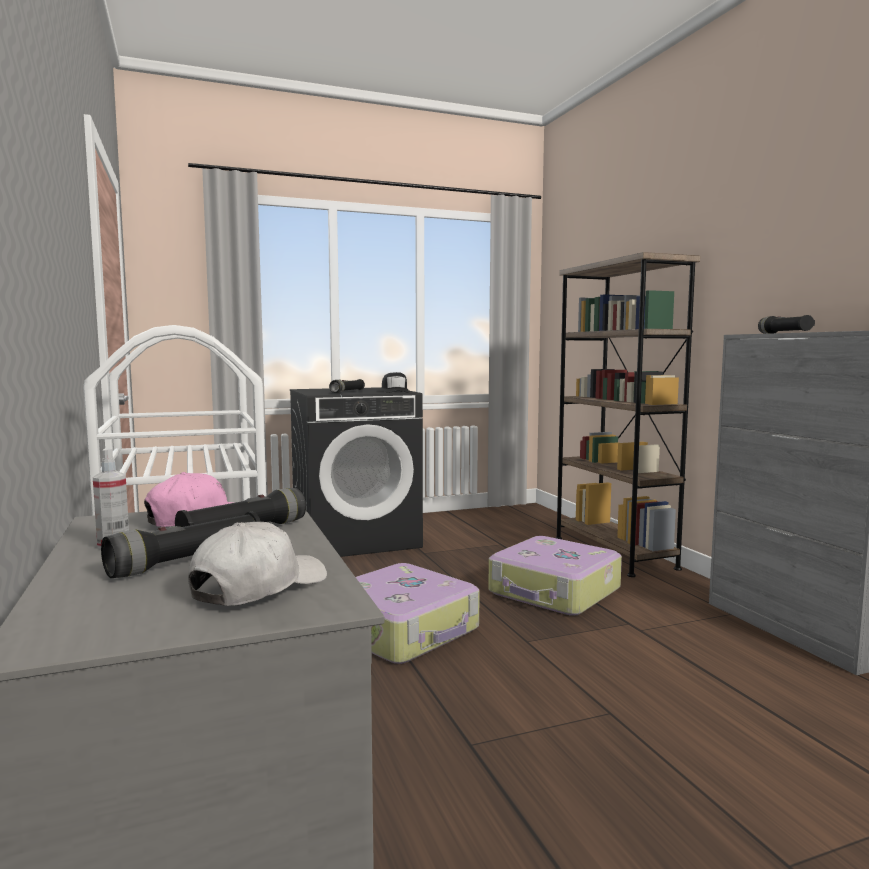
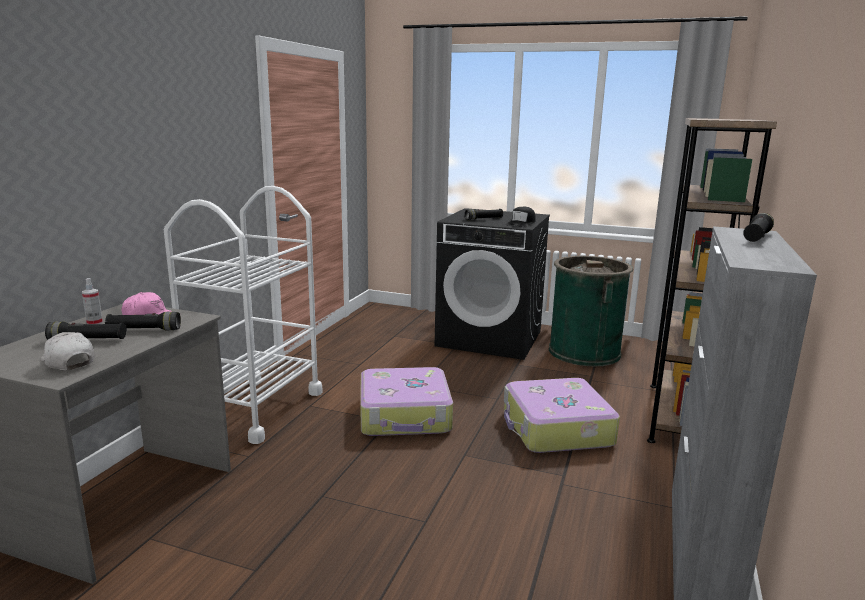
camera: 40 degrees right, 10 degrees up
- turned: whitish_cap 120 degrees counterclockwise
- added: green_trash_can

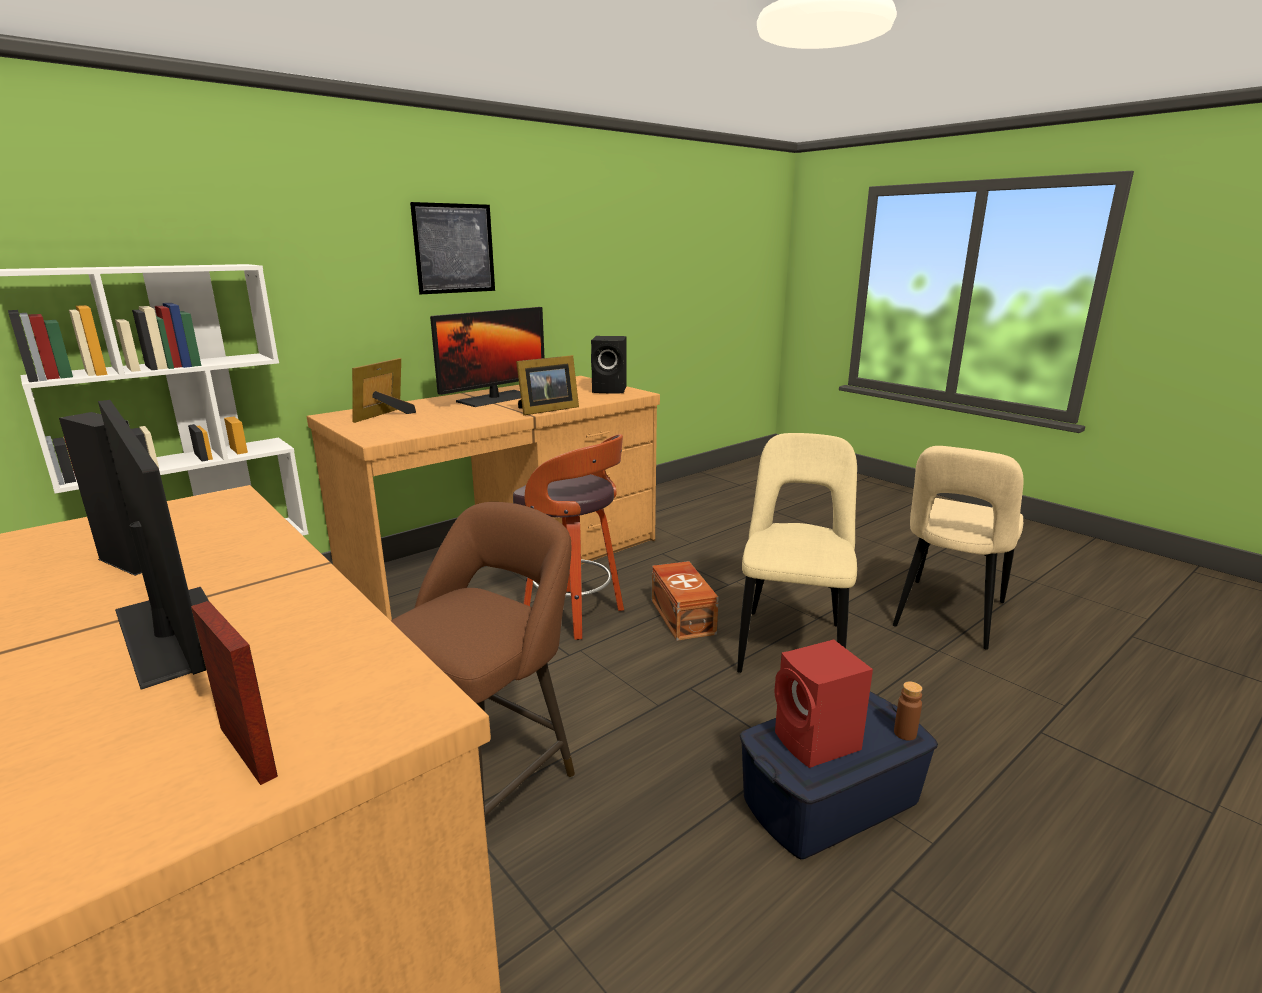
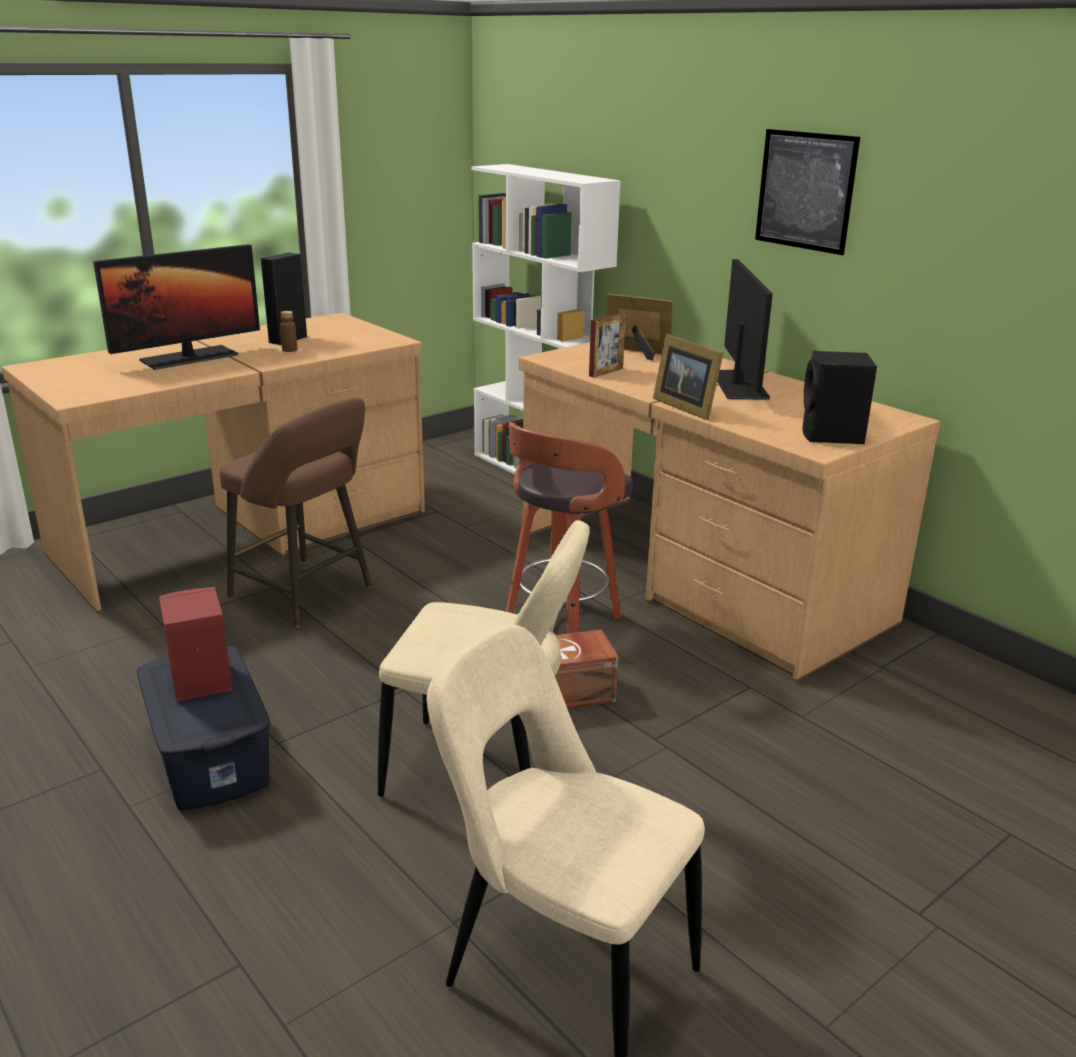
camera: 90 degrees right, 5 degrees up
- turned: computer_screen (2nd from left) 135 degrees counterclockwise
- moved: standing_frame (1st from left)
- moved: brown_bottle

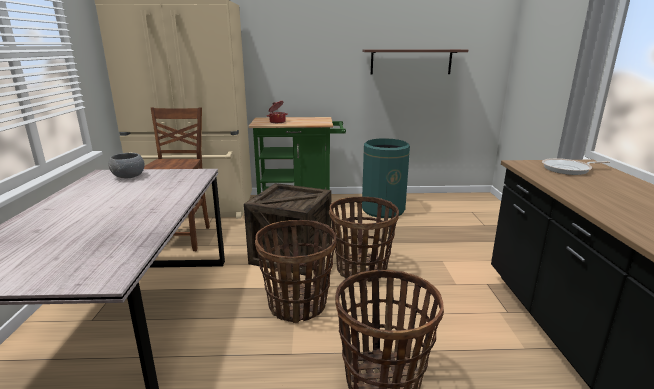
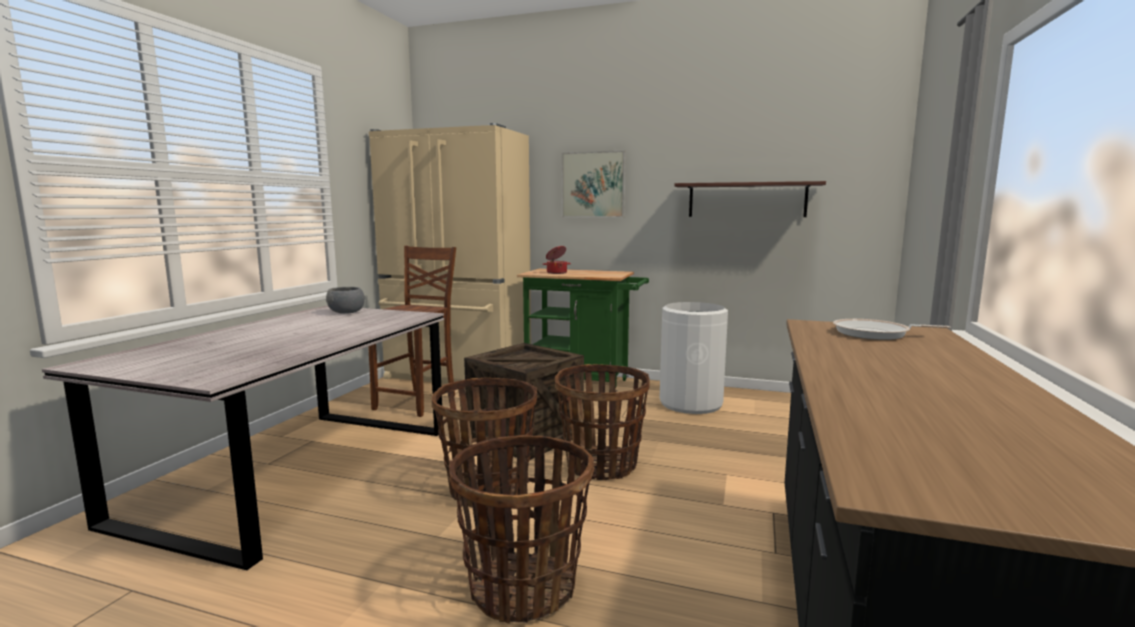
camera: 20 degrees right, 10 degrees down
- recoloured: green_trash_can to whitish_trash_can
- added: wall_picture

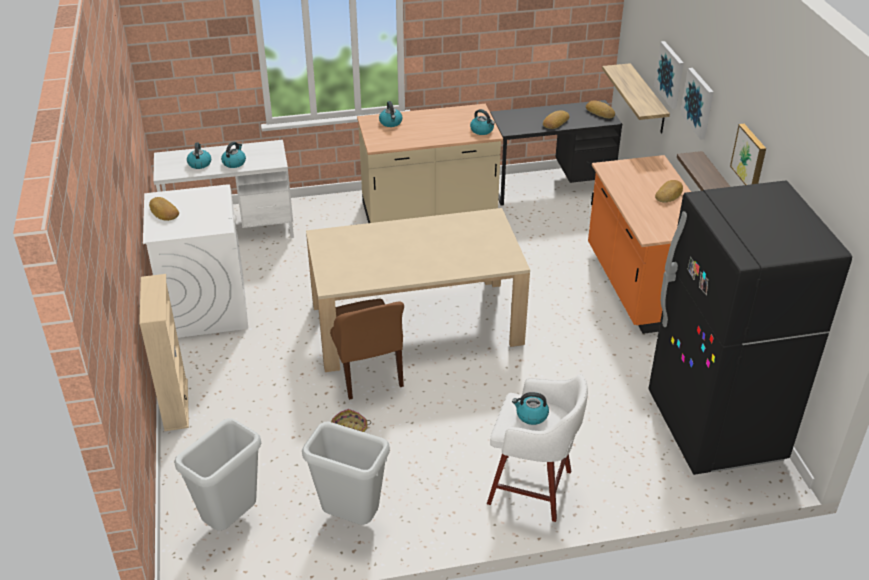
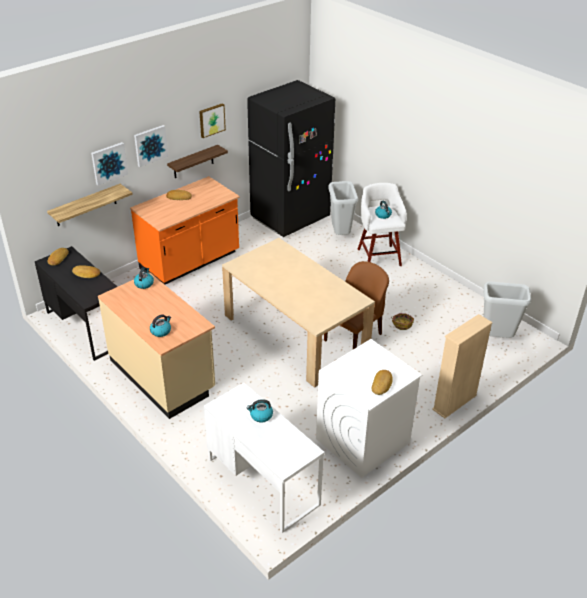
camera: 120 degrees left, 0 degrees up
- removed: kettle (1st from left)
- moved: grey_trash_can (2nd from left in the first image) to grey_trash_can (1st from left)

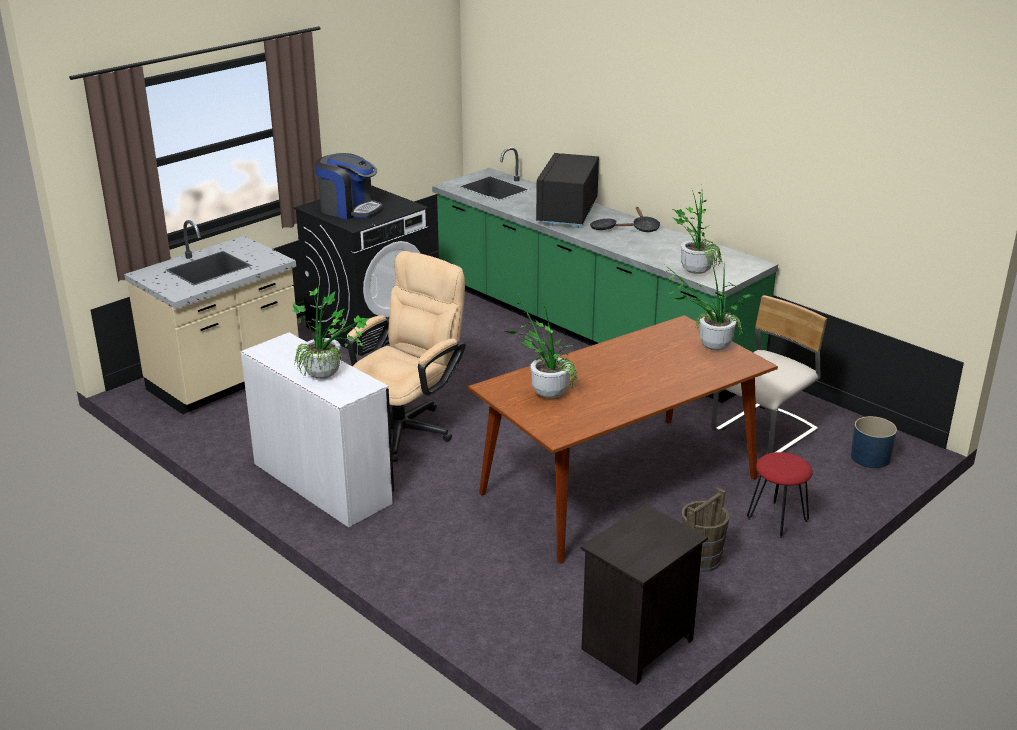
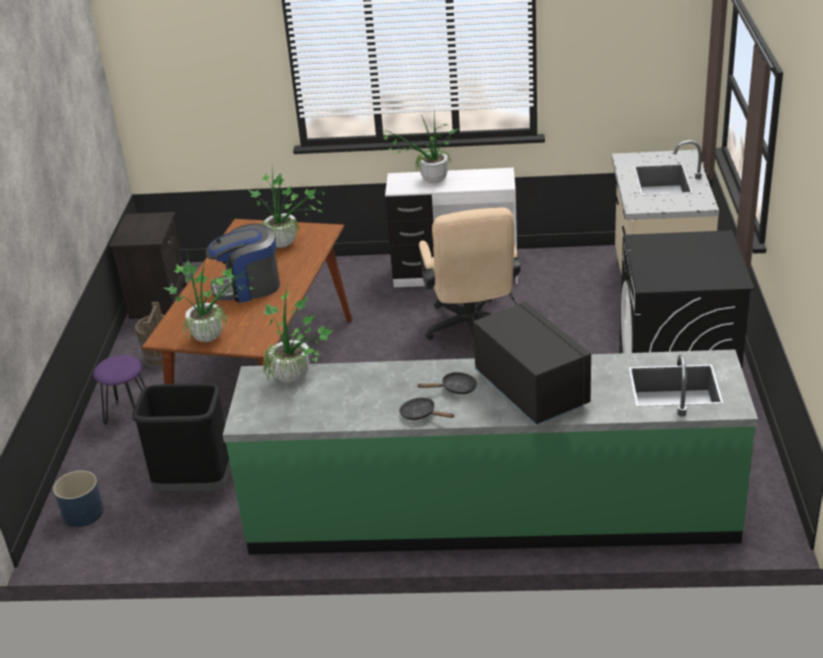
camera: 140 degrees right, 5 degrees up
- moved: coffee_maker
- replaced: sand-coloured_plain_chair to black_trash_can
- recoloured: reddish_stool to purple-coloured_stool

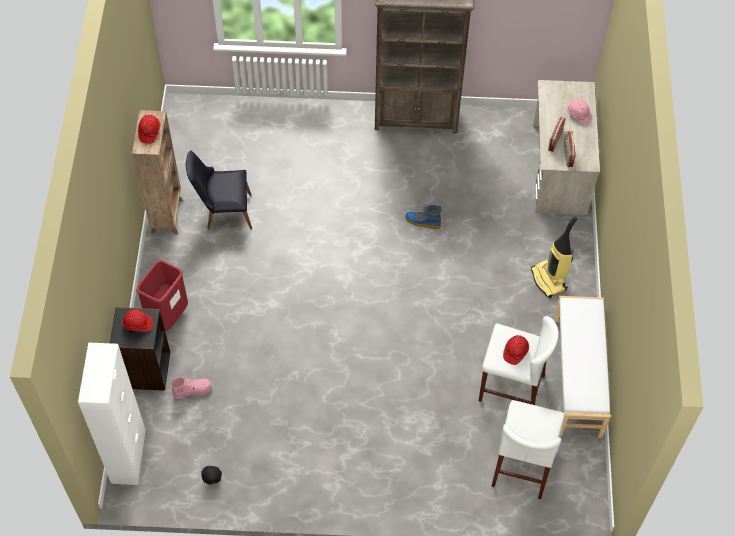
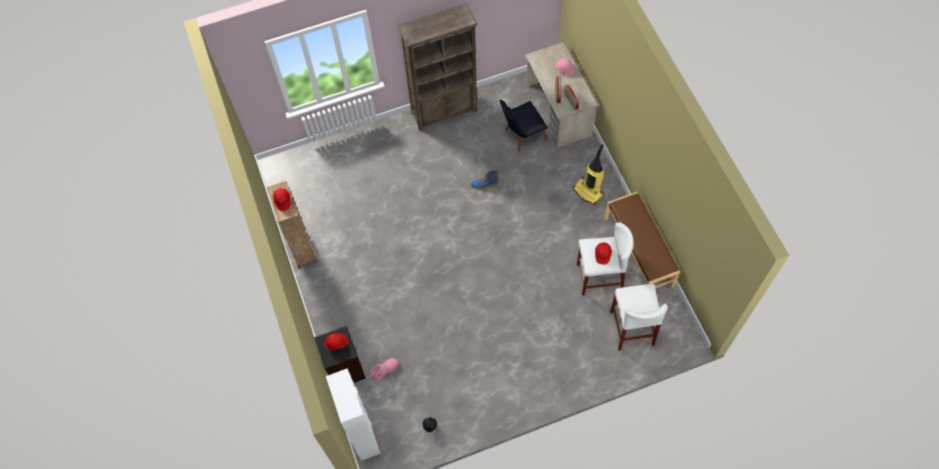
camera: 20 degrees left, 5 degrees up
- moved: black_plain_chair
- removed: reddish_trash_can
- recoloured: whitish_indoor_bench to brown_indoor_bench

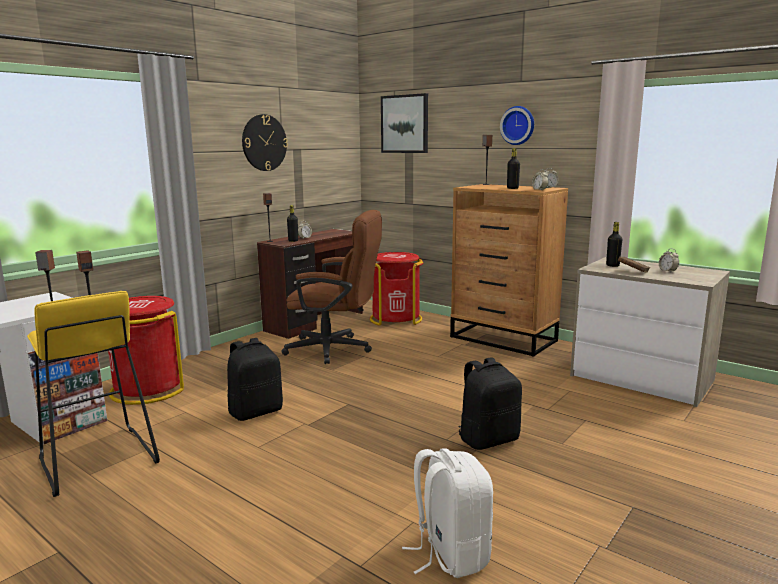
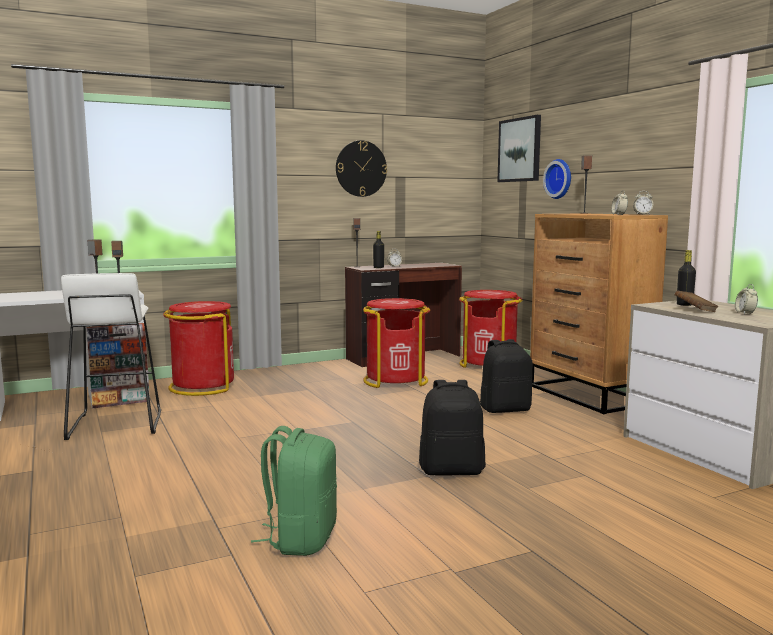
camera: 25 degrees right, 5 degrees down
- moved: clock_on_the_wall (2nd from left)
- removed: black_bottle (2nd from left)
- replaced: brown_computer_chair to reddish_trash_can (2nd from left)
- recoloured: yellow_stool to whitish_stool
- moved: black_rucksack (1st from left in the first image) to black_rucksack (2nd from left)
- recoloured: whitish_rucksack to green_rucksack

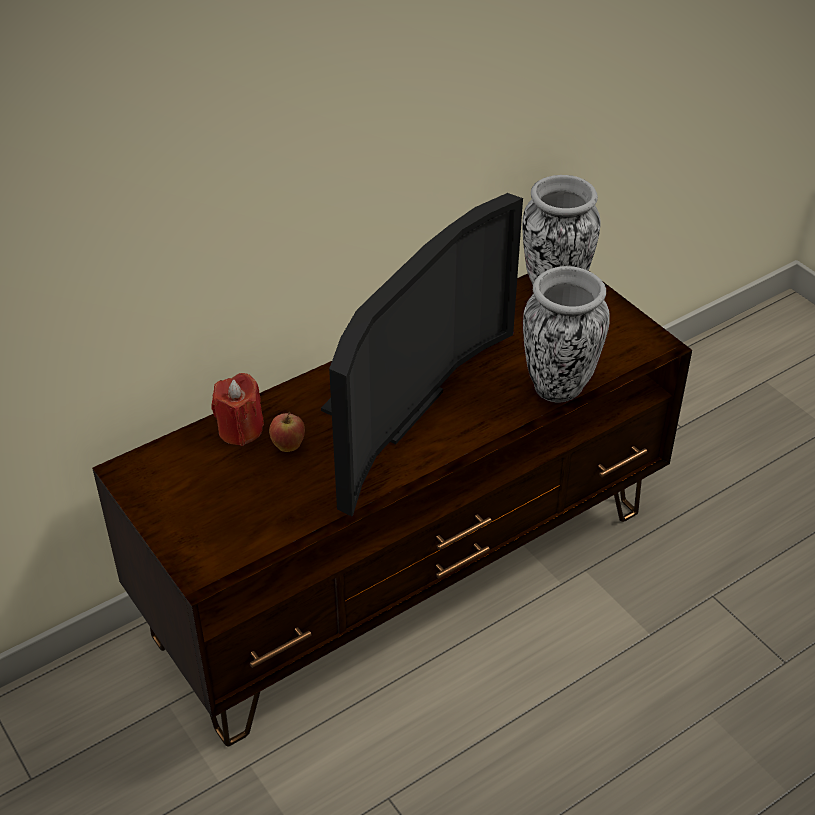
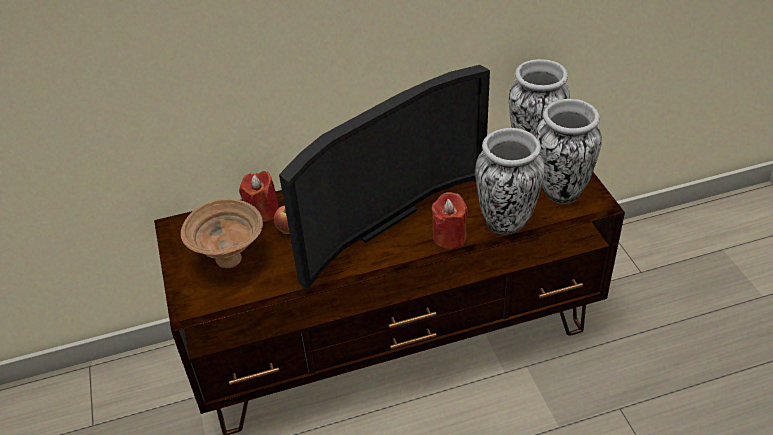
camera: 20 degrees right, 0 degrees up
- added: flower_vase (3rd from left)
- added: reddish_wax_light (2nd from left)
- added: brown_serving_bowl

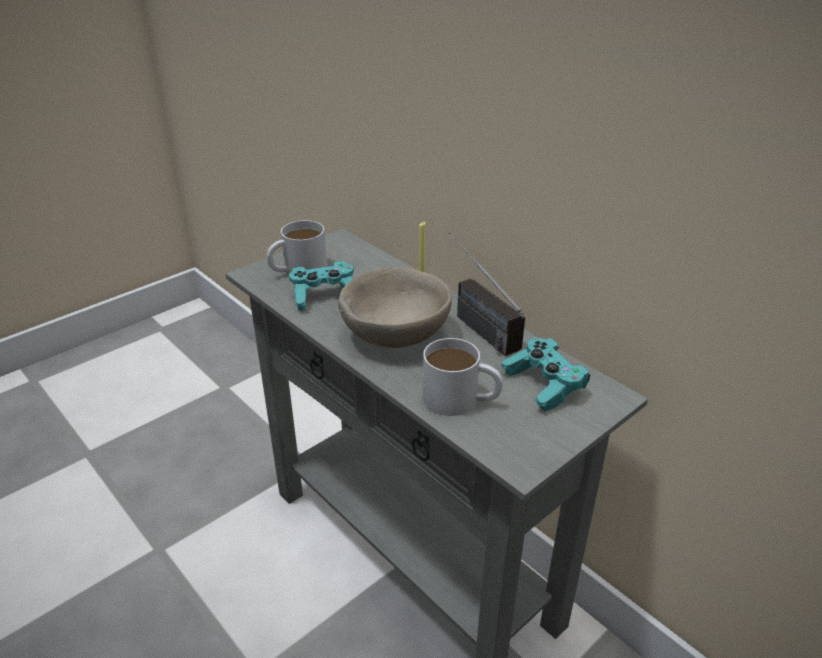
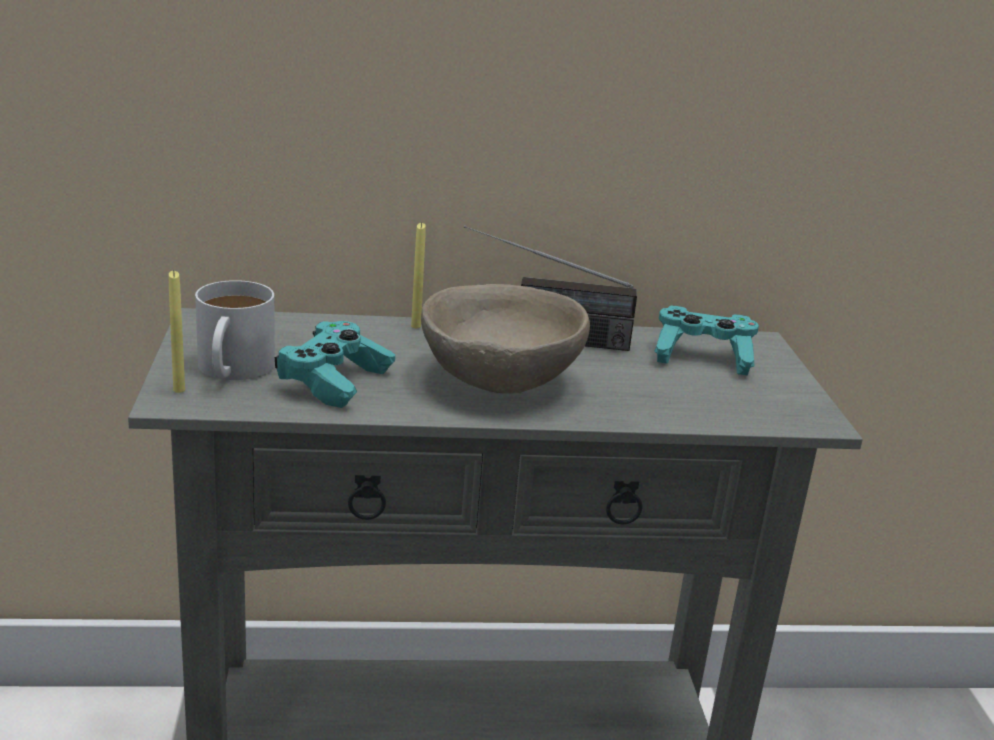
camera: 55 degrees left, 10 degrees down
- removed: whitish_mug (2nd from left)
- added: yellow_wax_light (1st from left)

